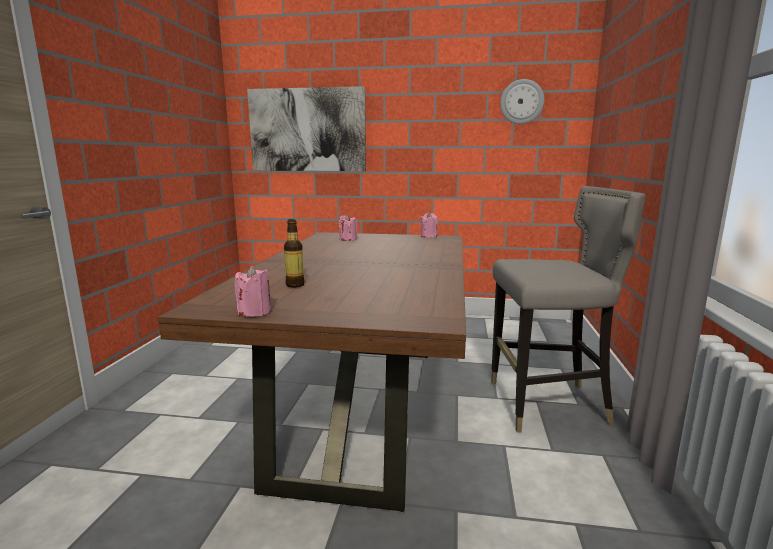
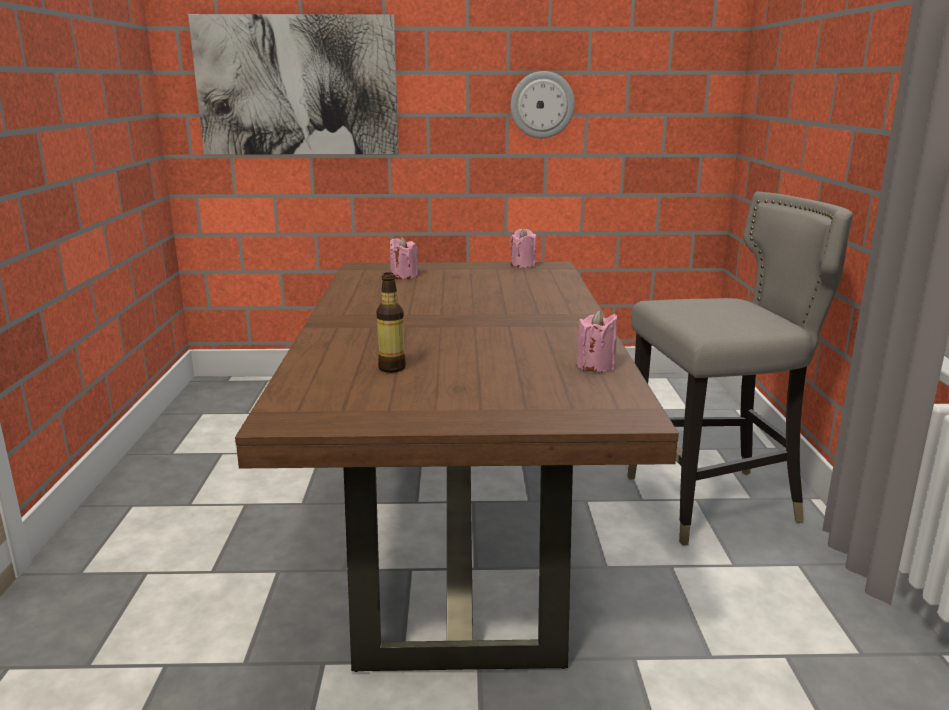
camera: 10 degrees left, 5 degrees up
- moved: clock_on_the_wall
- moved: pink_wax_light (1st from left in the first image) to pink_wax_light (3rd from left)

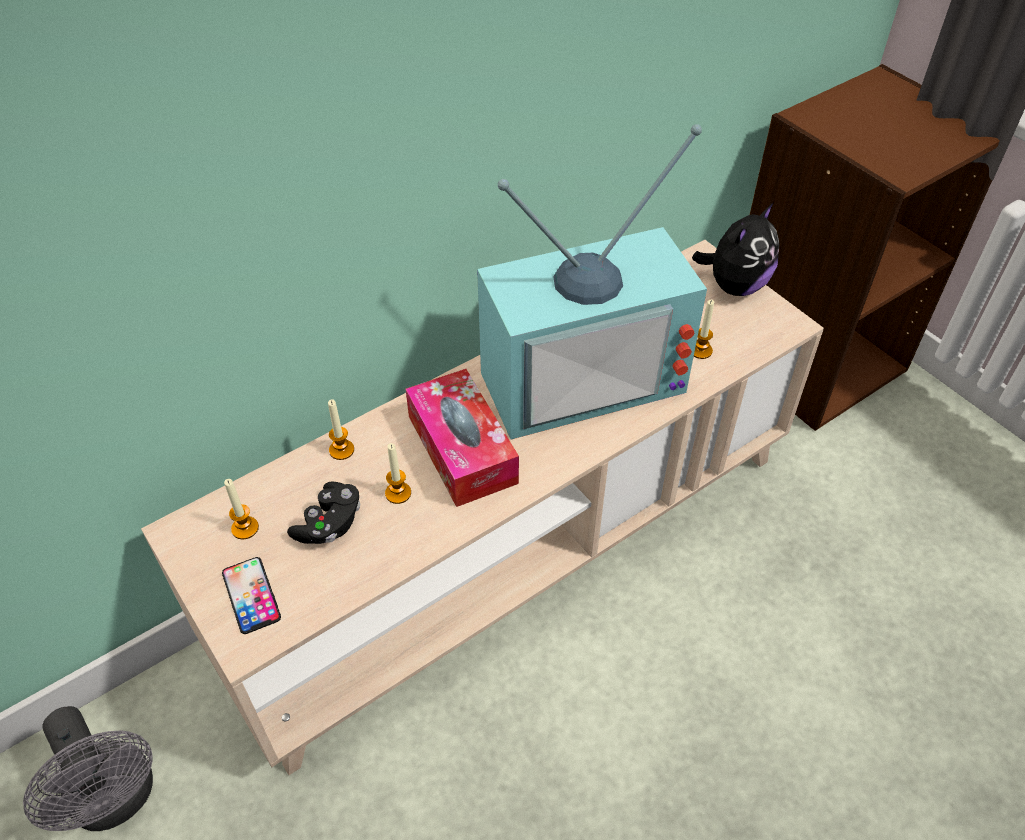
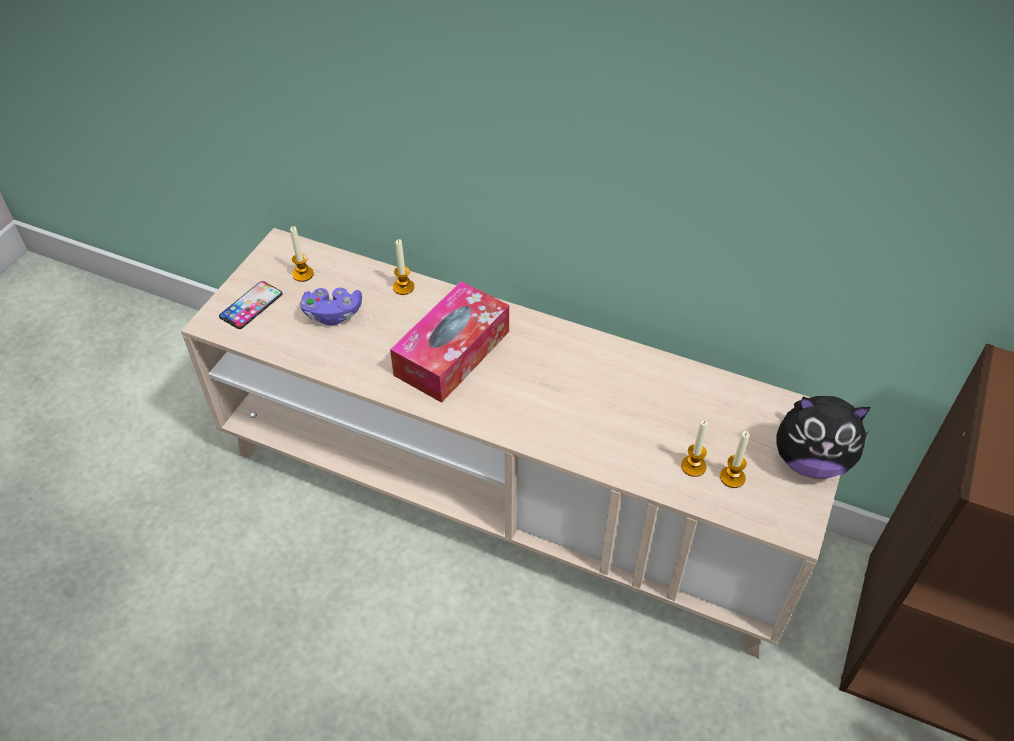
camera: 60 degrees right, 0 degrees up
- removed: television
- moved: wax_light (3rd from left in the first image) to wax_light (4th from left)
- recoloured: black_joypad to purple-coloured_joypad
- removed: grey_electric_fan

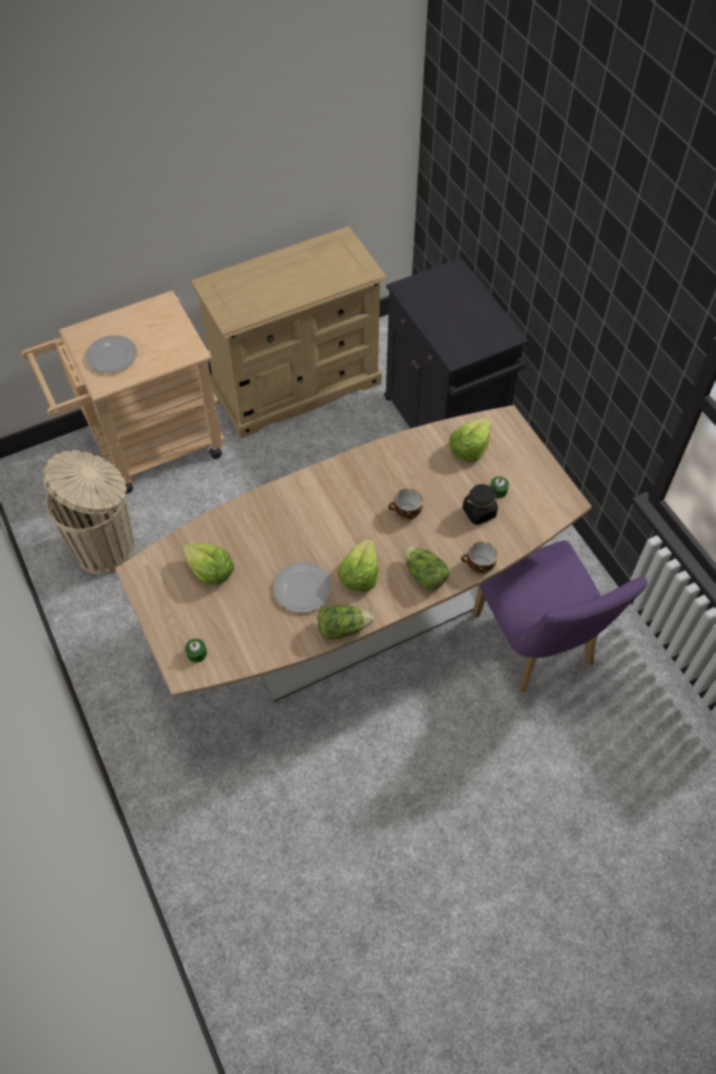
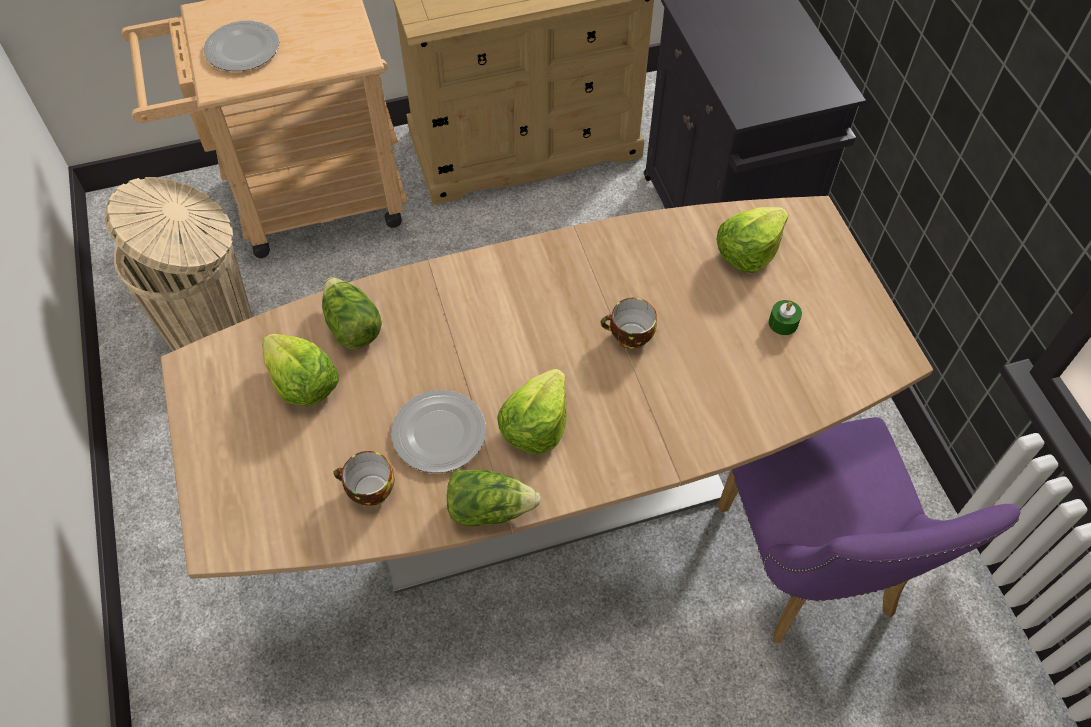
camera: 10 degrees right, 0 degrees up
- removed: black_storage_jar
- moved: cup (2nd from left in the first image) to cup (1st from left)
- moved: lettuce_head (4th from left in the first image) to lettuce_head (2nd from left)
- removed: green_wax_light (1st from left)

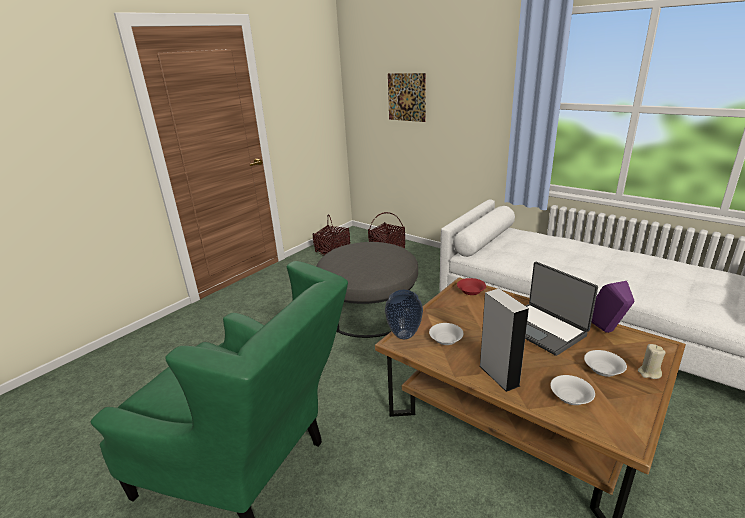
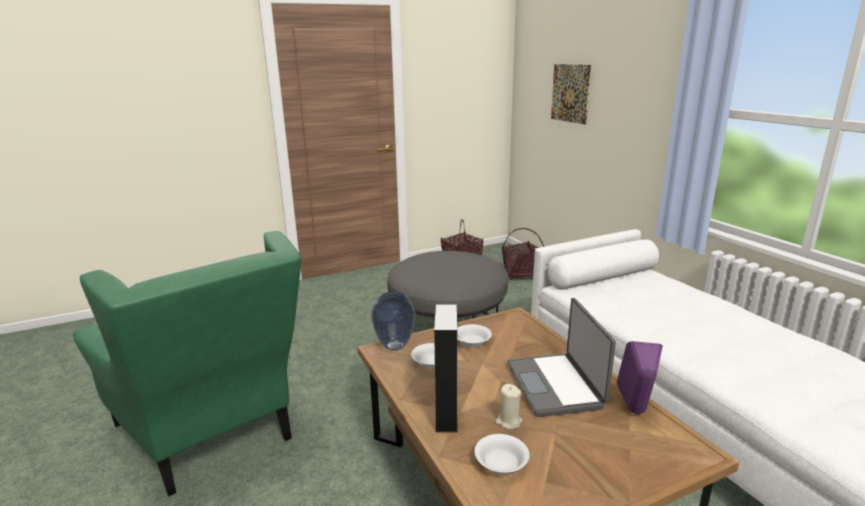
camera: 25 degrees right, 5 degrees down
- removed: reddish_serving_bowl
- moved: sand-coloured_wax_light
- moved: whitish_serving_bowl (3rd from left in the first image) to whitish_serving_bowl (2nd from left)

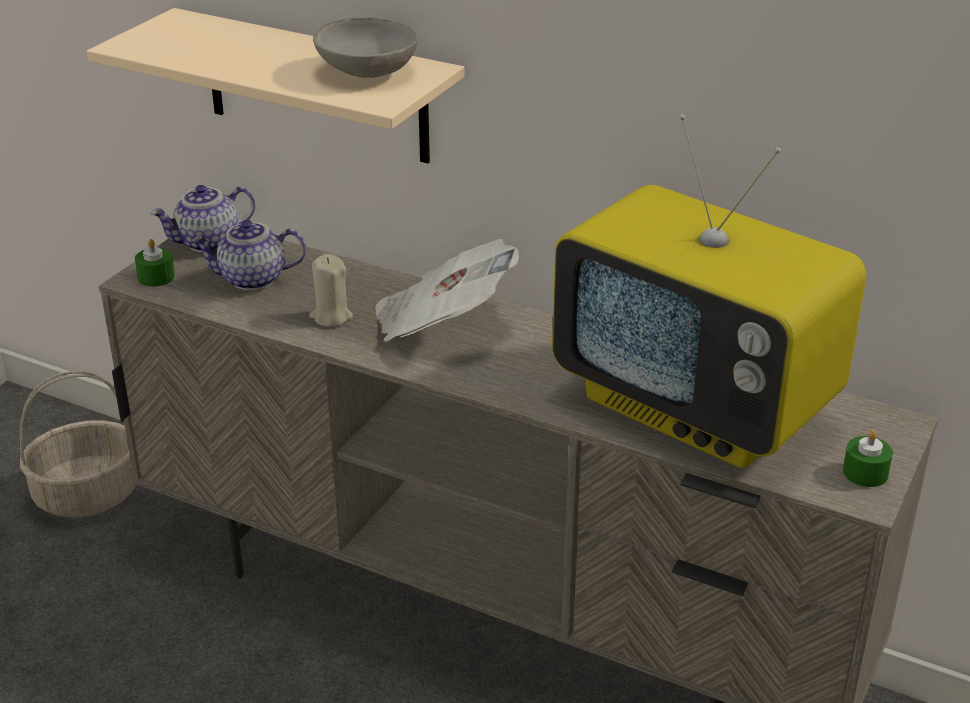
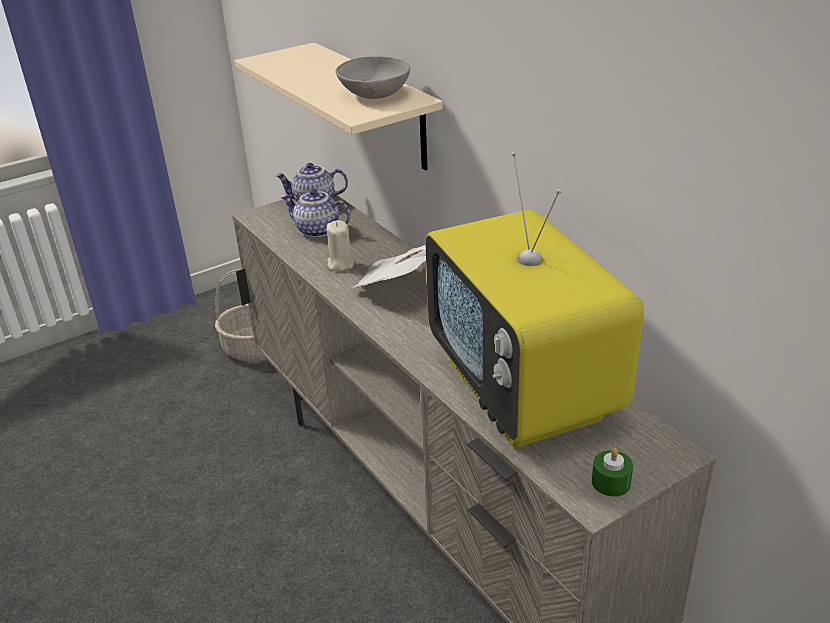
camera: 30 degrees right, 0 degrees up
- removed: green_wax_light (1st from left)

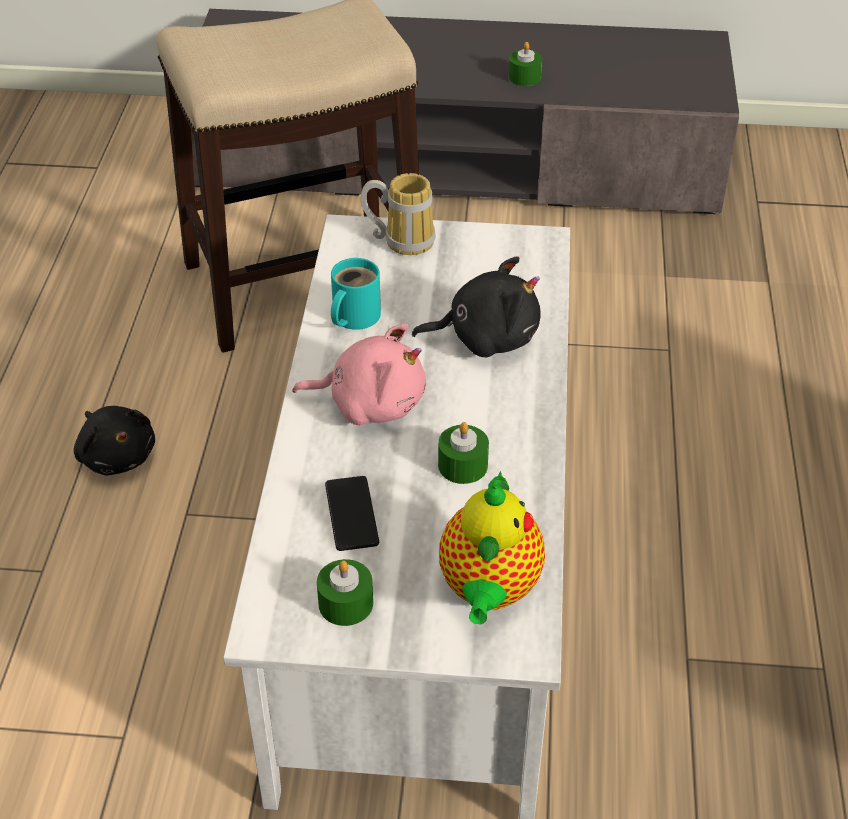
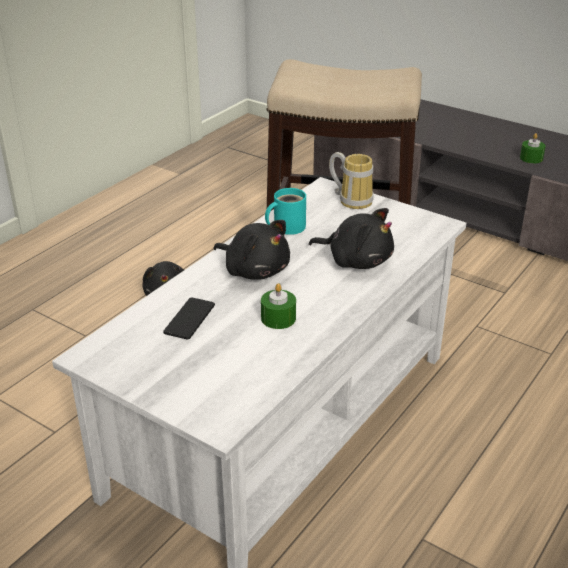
camera: 30 degrees right, 10 degrees down
- recoloured: pink_cuddly_toy to black_cuddly_toy (2nd from left)
- removed: tea_pot
- removed: green_wax_light (1st from left)

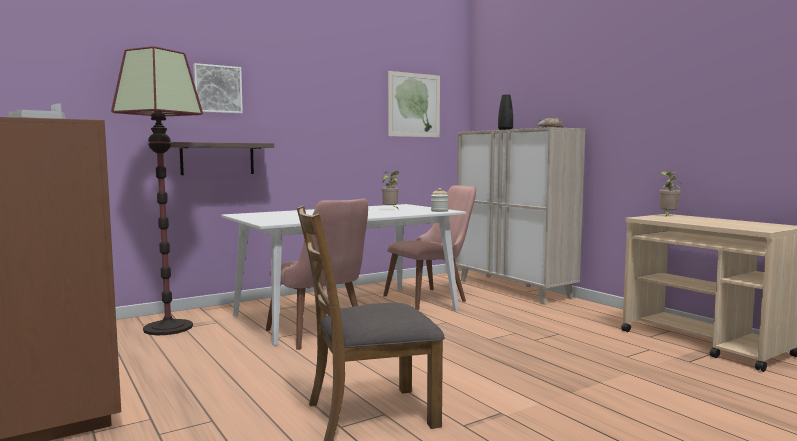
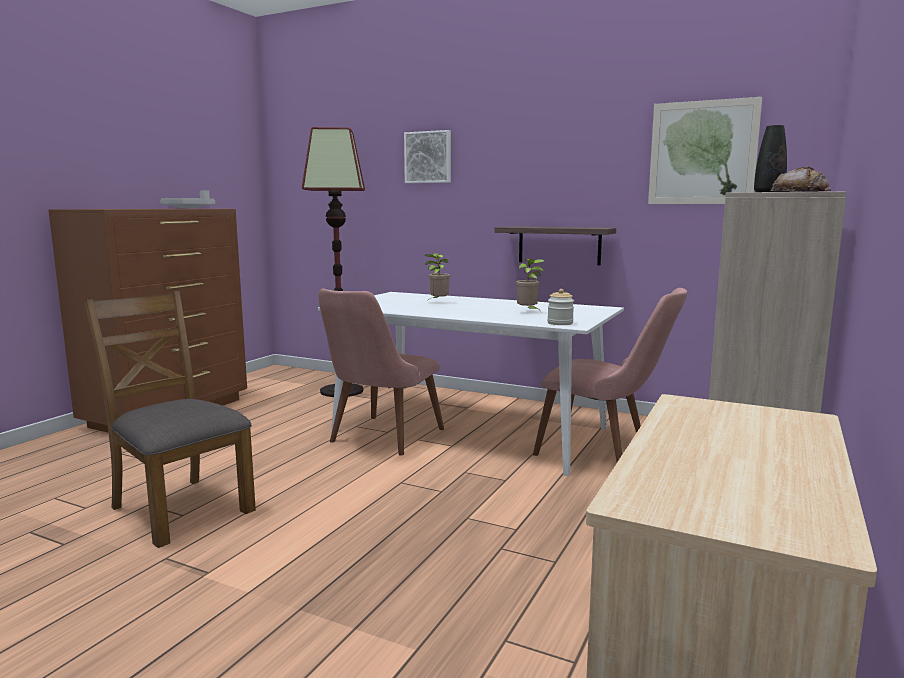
camera: 60 degrees right, 5 degrees up
- moved: bracket_shelf
- moved: houseplant (2nd from left in the first image) to houseplant (1st from left)

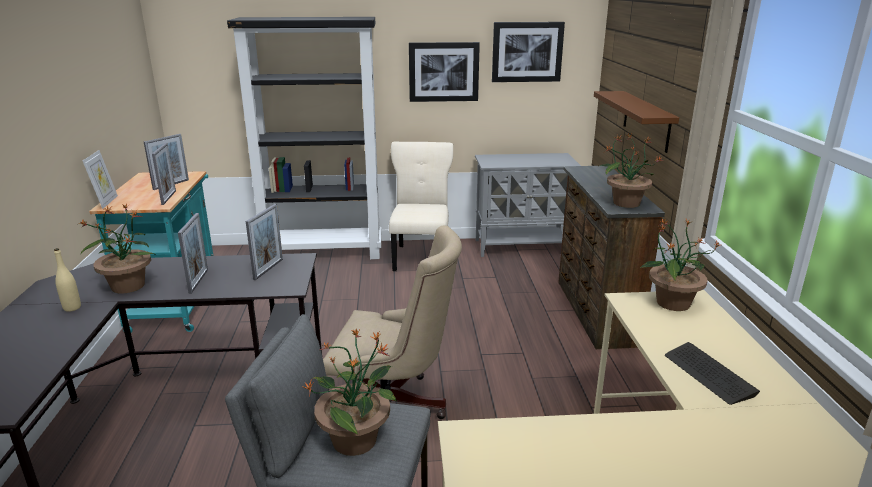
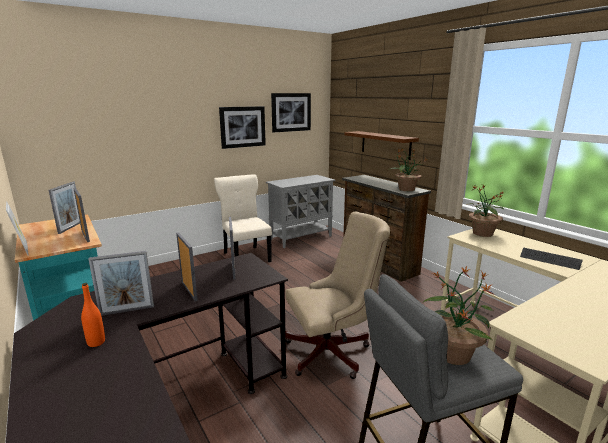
camera: 30 degrees left, 5 degrees down
- removed: black_bookshelf
- replaced: houseplant (1st from left) to standing_frame (4th from left)
- recoloured: sand-coloured_bottle to orangey_bottle

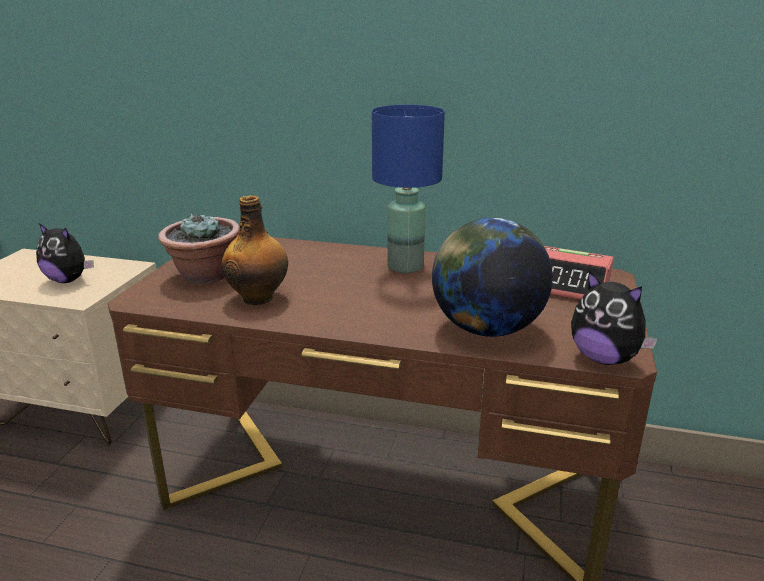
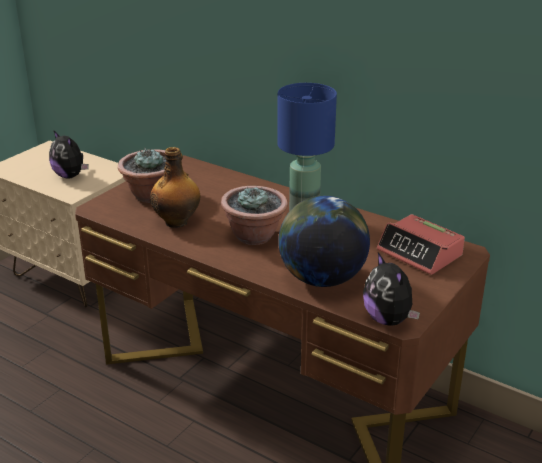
camera: 20 degrees right, 5 degrees up
- added: houseplant (2nd from left)

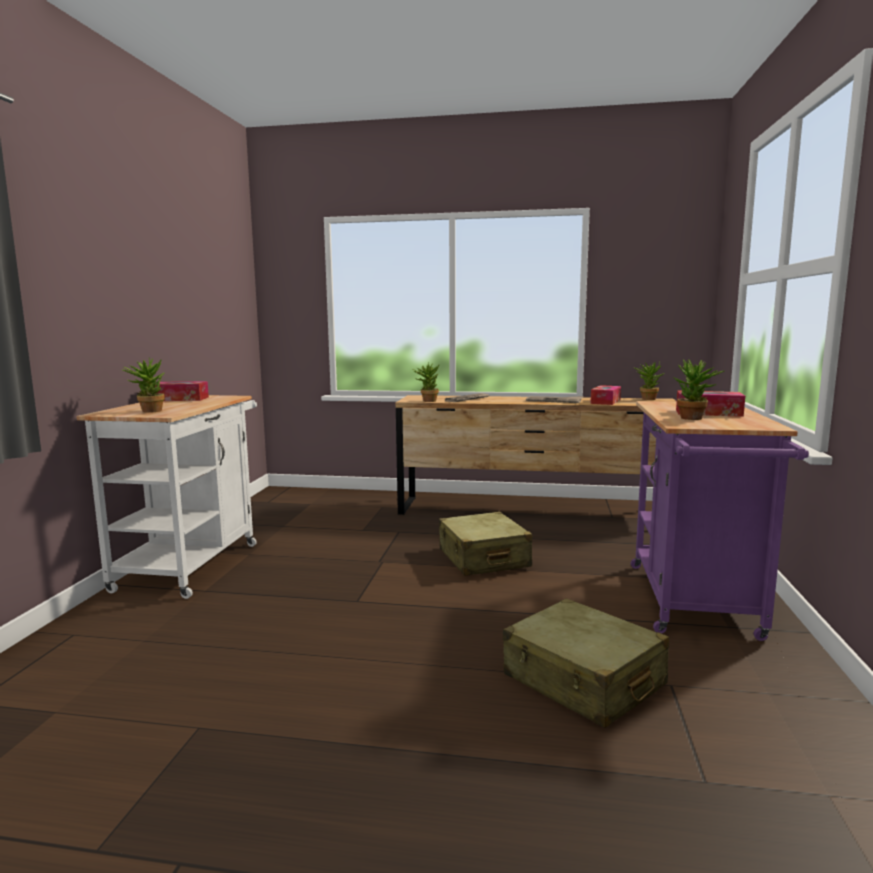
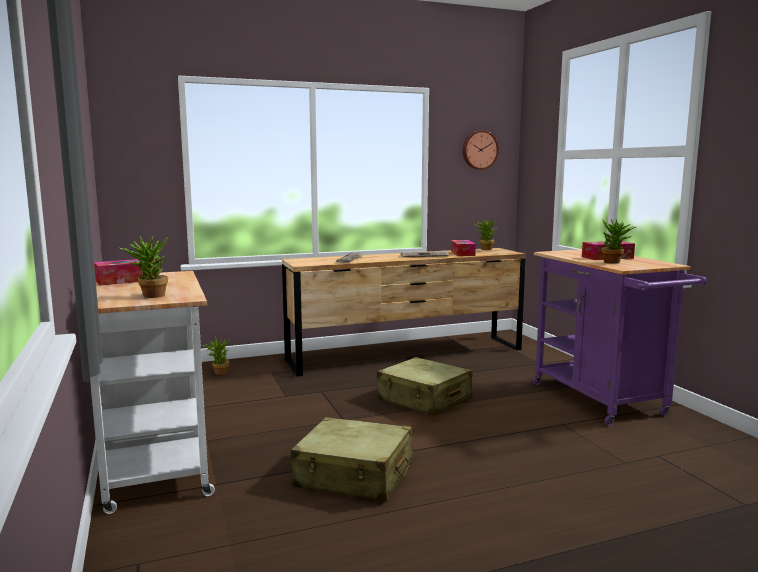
camera: 30 degrees left, 0 degrees up
- moved: houseplant (2nd from left)
- moved: sand-coloured_travel_case (2nd from left in the first image) to sand-coloured_travel_case (1st from left)
- added: clock_on_the_wall

